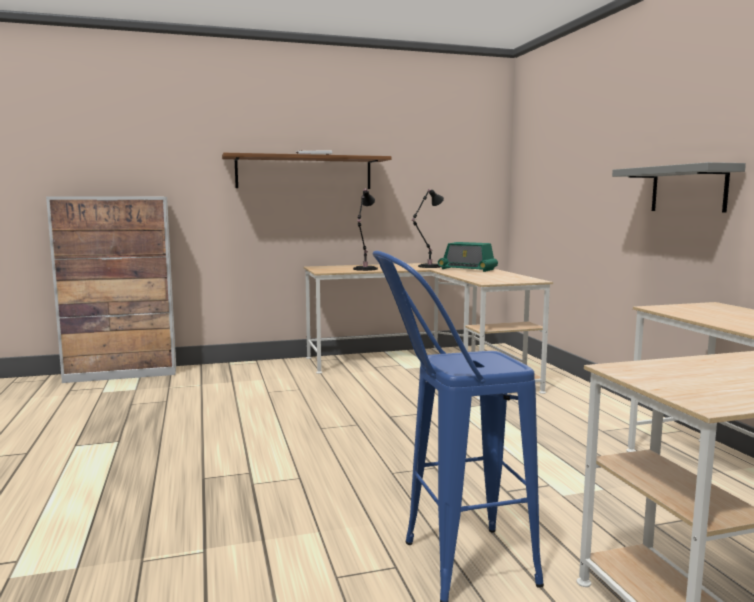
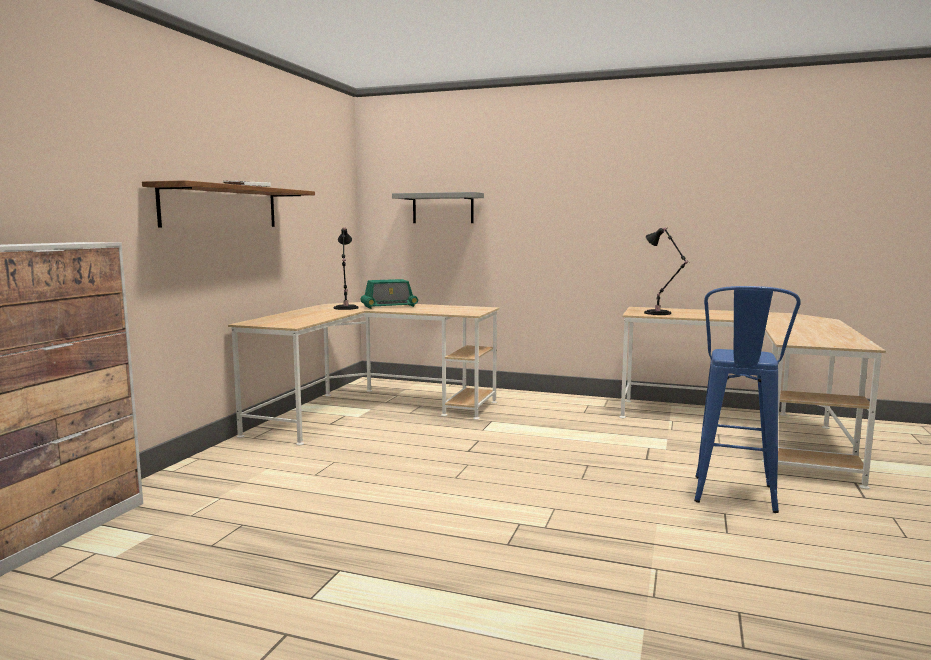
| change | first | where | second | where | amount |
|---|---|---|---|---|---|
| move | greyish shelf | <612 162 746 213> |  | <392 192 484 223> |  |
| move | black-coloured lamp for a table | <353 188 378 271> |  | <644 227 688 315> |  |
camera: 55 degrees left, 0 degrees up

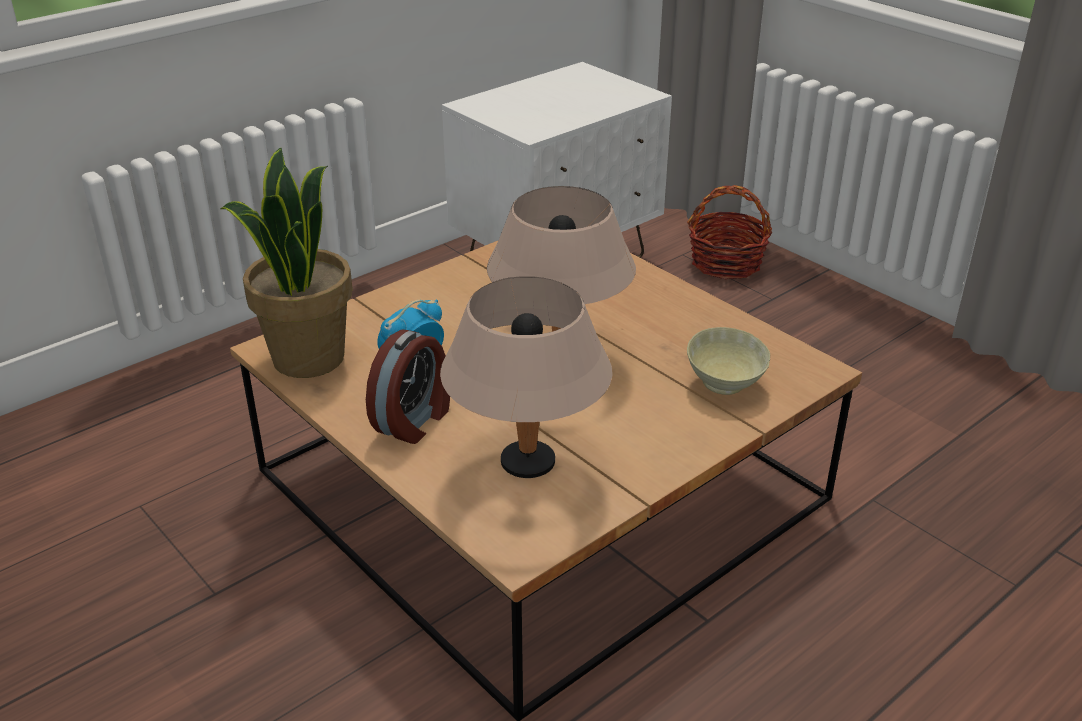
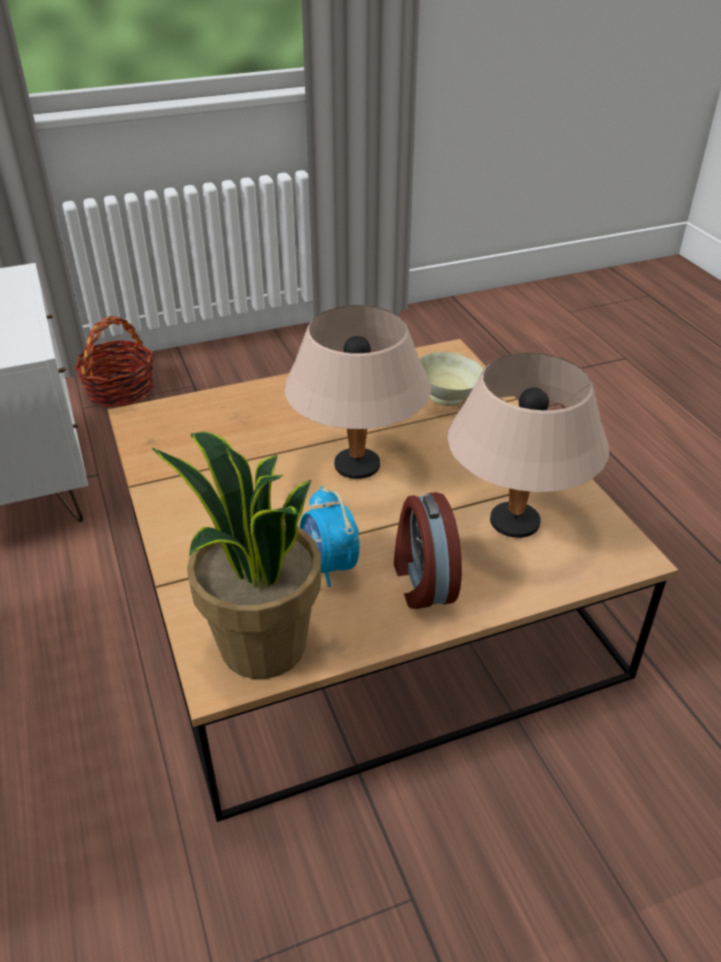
| change | first | where | second | where | amount |
|---|---|---|---|---|---|
| rotate | bedside clock | <366 330 450 444> |  | <394 492 462 609> | 150 degrees counterclockwise |
camera: 70 degrees left, 5 degrees up

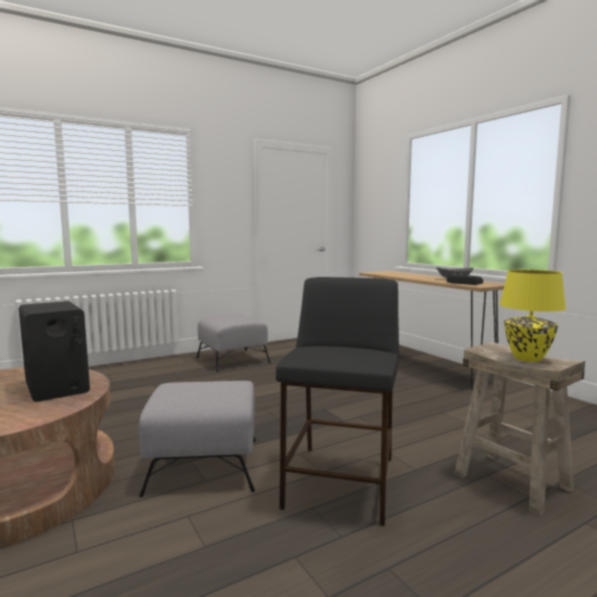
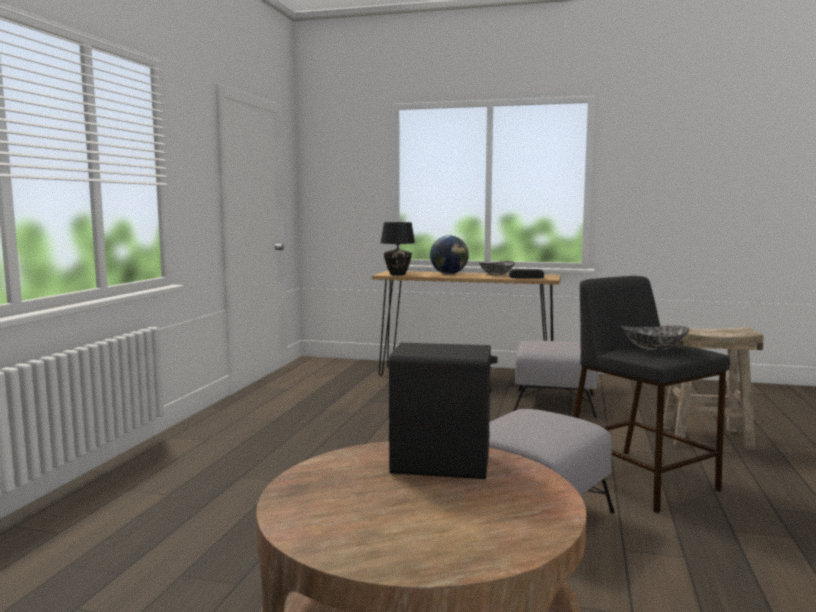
| change | first | where | second | where | amount |
|---|---|---|---|---|---|
| delete | yellowish lamp for a table | <499 270 566 362> |  |  |  |
| move | greyish ottoman | <196 314 271 372> |  | <513 340 598 418> |  |
| insert |  |  | black-coloured lamp for a table | <381 222 415 275> |  |
| insert |  |  | world globe | <430 235 469 274> |  |
| insert |  |  | bowl | <621 326 689 351> |  |
camera: 45 degrees left, 0 degrees up

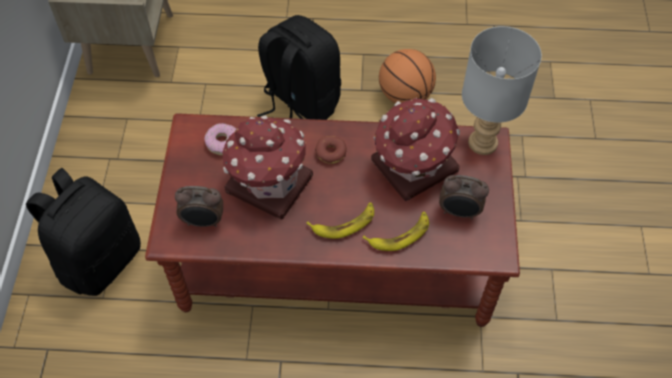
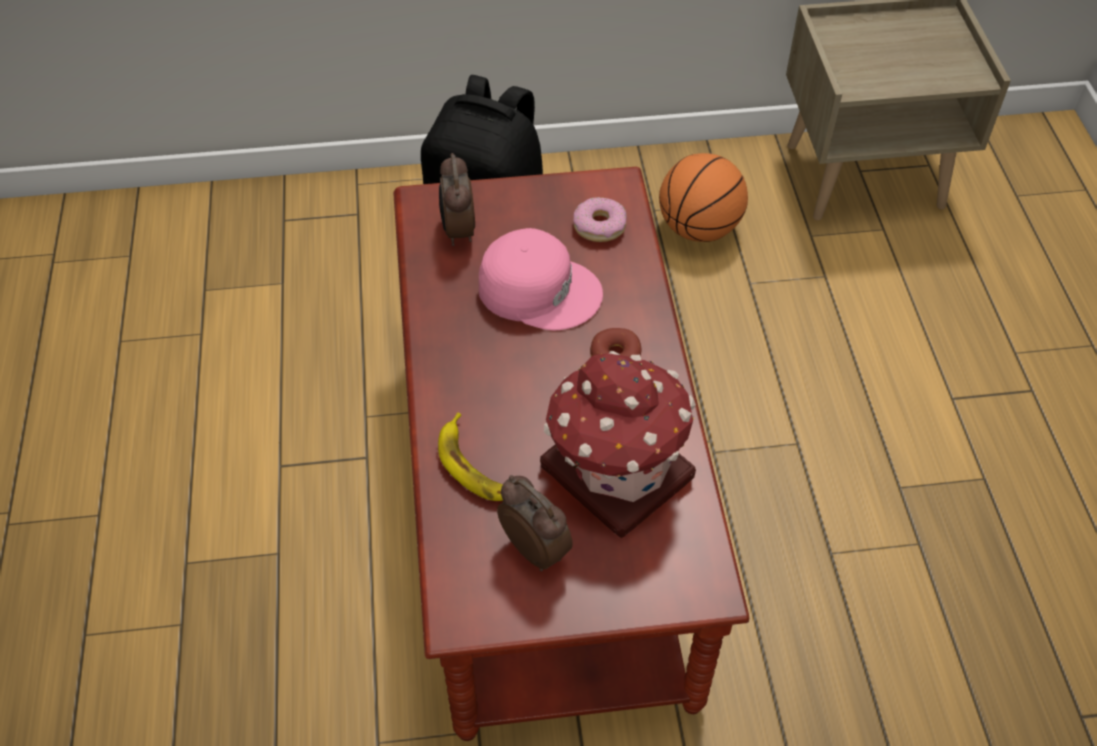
| change | first | where | second | where | amount |
|---|---|---|---|---|---|
| delete | black-coloured backpack | <257 15 341 120> |  |  |  |
| delete | greyish lamp for a table | <462 26 542 155> |  |  |  |
| move | basketball | <379 49 436 103> |  | <659 153 748 242> |  |
| replace | toy house | <222 115 313 219> | pink-coloured baseball cap | <479 228 603 330> |  |
| rotate | bedside clock | <439 175 489 219> |  | <497 475 573 571> | 135 degrees clockwise |
| delete | banana fruit | <306 203 374 239> |  |  |  |
camera: 80 degrees right, 5 degrees down

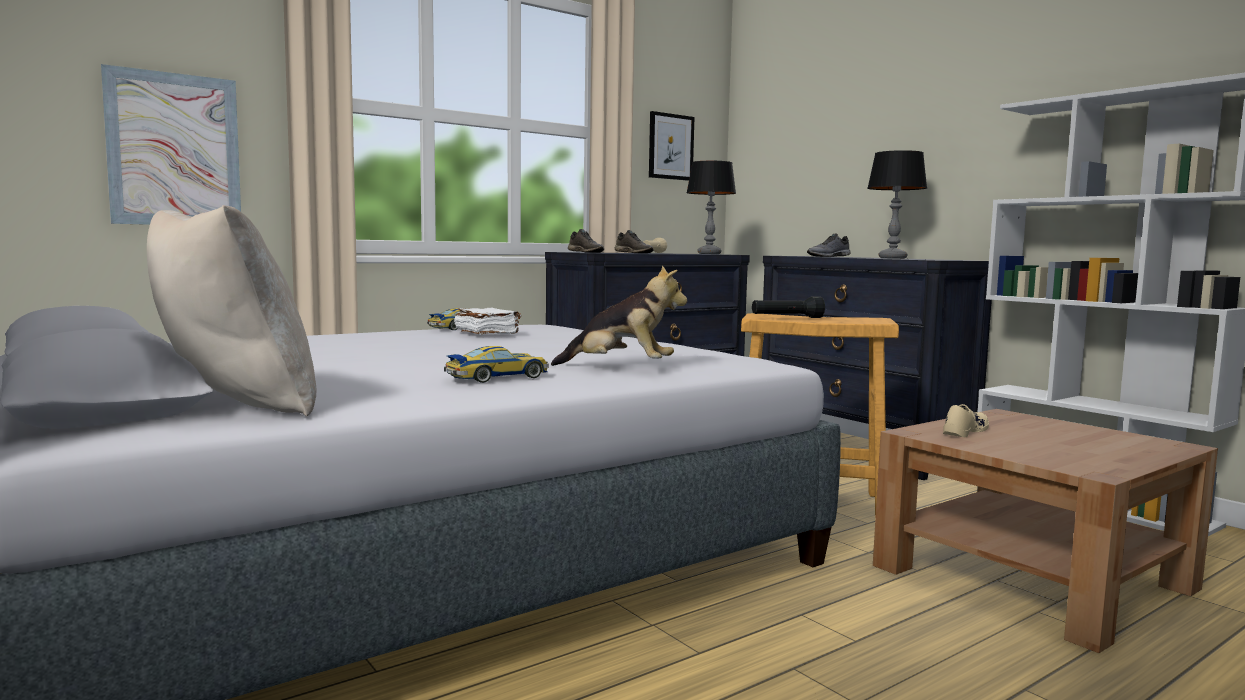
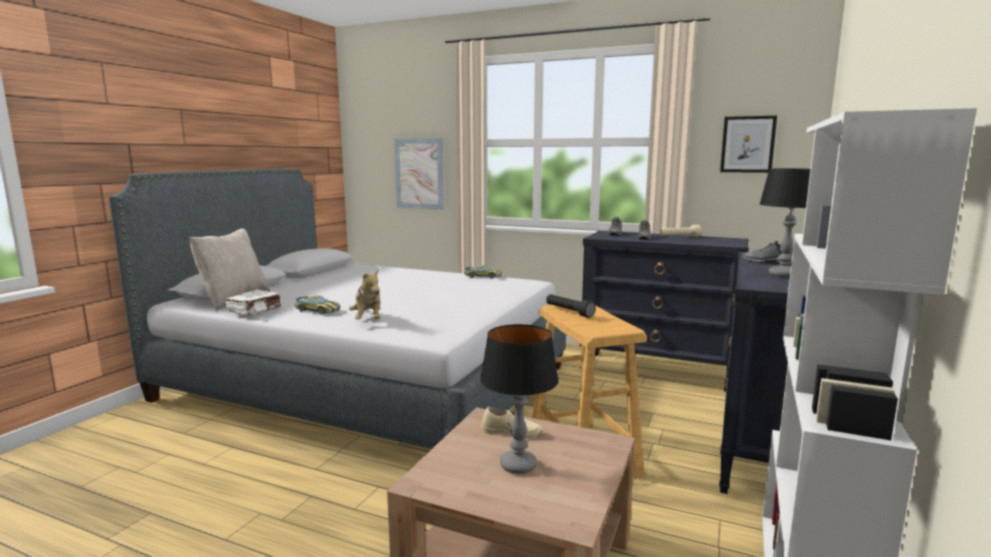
| change | first | where | second | where | amount |
|---|---|---|---|---|---|
| move | lamp for a table | <686 161 736 254> |  | <480 324 559 474> |  |
| move | whitish bound book | <454 308 521 334> |  | <226 289 281 315> |  |
camera: 60 degrees right, 5 degrees up

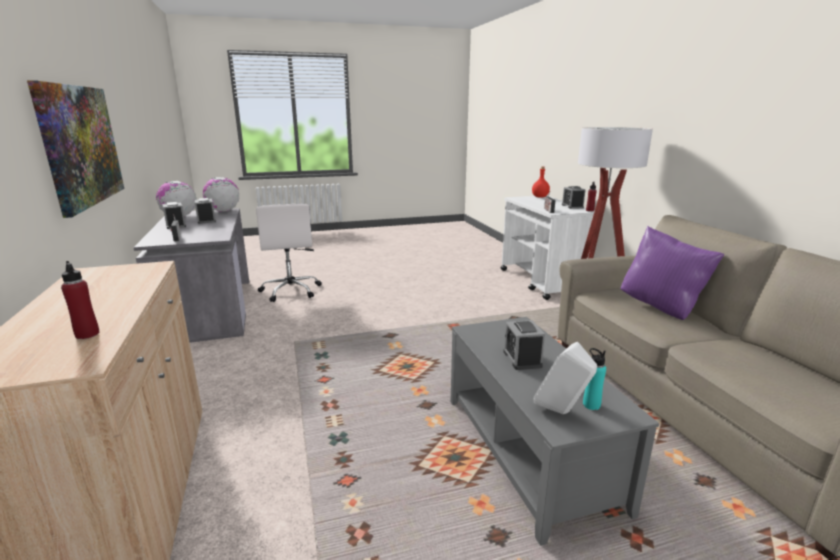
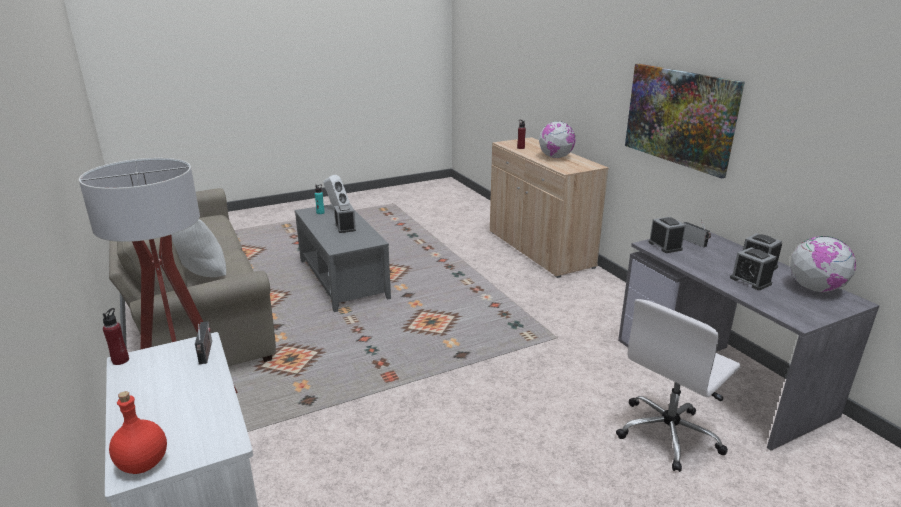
| change | first | where | second | where | amount |
|---|---|---|---|---|---|
| move | world globe | <203 177 239 212> |  | <539 121 576 158> |  |
| move | bedside clock | <562 186 586 209> |  | <648 217 686 253> |  |
| rotate | whitish office chair | <256 204 322 302> |  | <616 299 740 472> | 105 degrees counterclockwise |
| recolor | purple-coloured throw pillow | <621 226 724 320> | whitish throw pillow | <172 220 226 277> |  |
camera: 170 degrees right, 5 degrees up

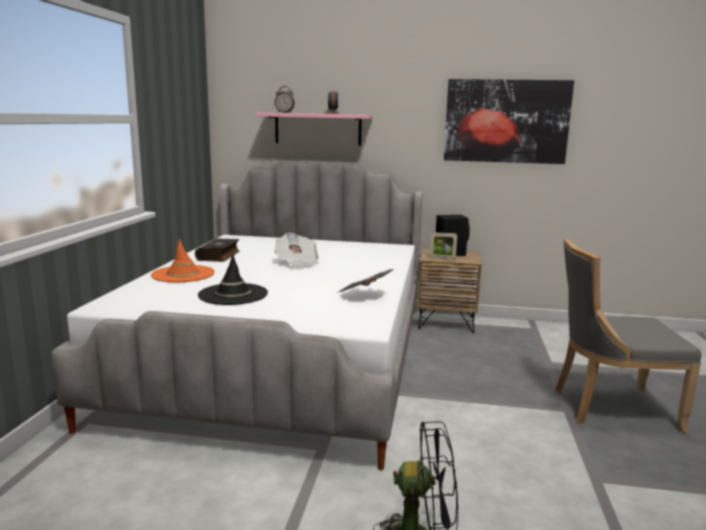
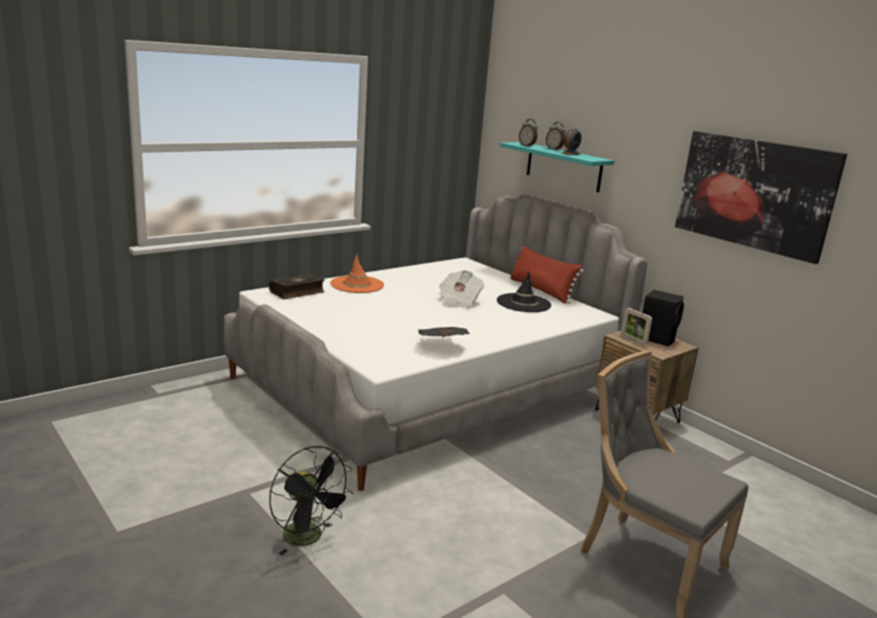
| change | first | where | second | where | amount |
|---|---|---|---|---|---|
| recolor | pink-coloured shelf | <255 113 373 146> | blue-green shelf | <500 142 614 192> |  |
| move | bound book | <195 238 240 262> |  | <269 273 325 299> |  |
| move | black-coloured clothing hat | <198 254 268 305> |  | <497 272 551 312> |  |
| insert |  |  | bedside clock | <546 122 566 151> |  |
| insert |  |  | reddish throw pillow | <510 246 584 304> |  |
camera: 40 degrees right, 5 degrees up

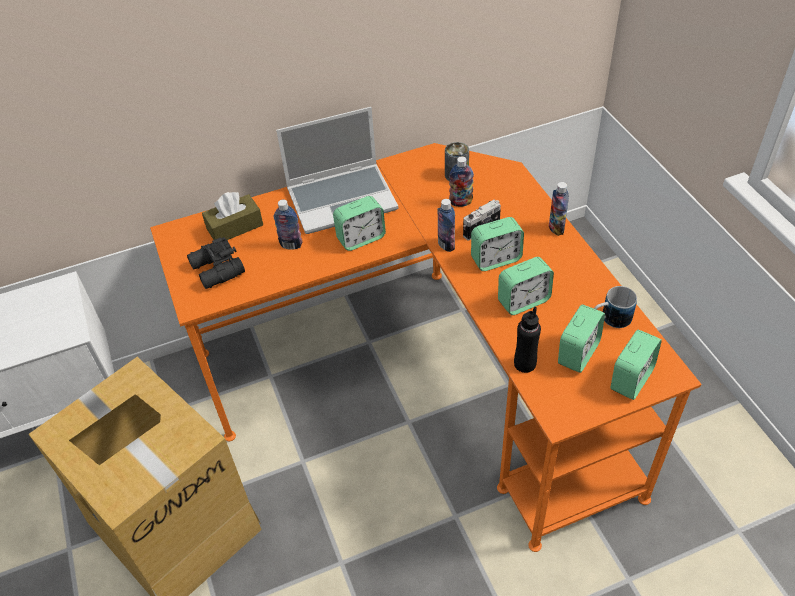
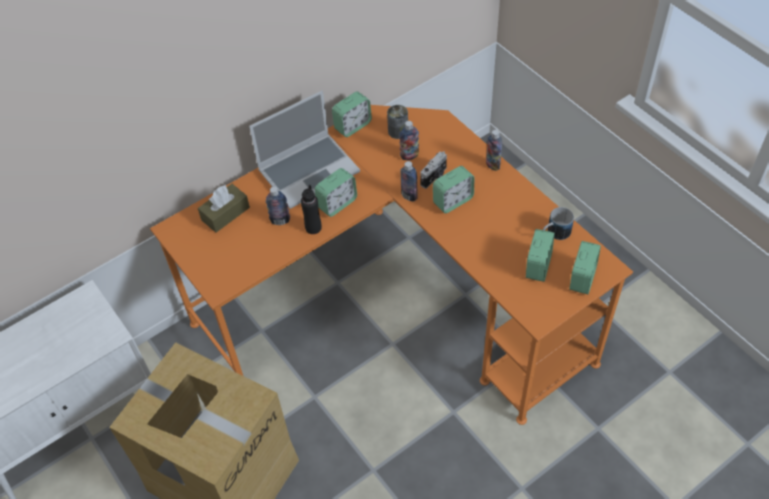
| change | first | where | second | where | amount |
|---|---|---|---|---|---|
| delete | black-coloured pair of binoculars | <187 237 245 289> |  |  |  |
| move | bedside clock | <498 257 554 315> |  | <332 92 372 137> |  |
| move | black-coloured bottle | <514 307 541 373> |  | <301 185 322 234> |  |
camera: 15 degrees left, 5 degrees up

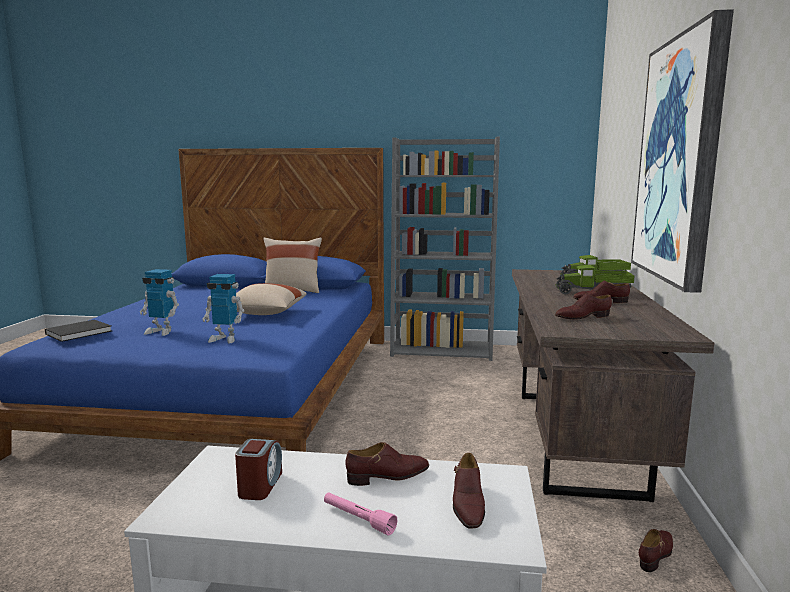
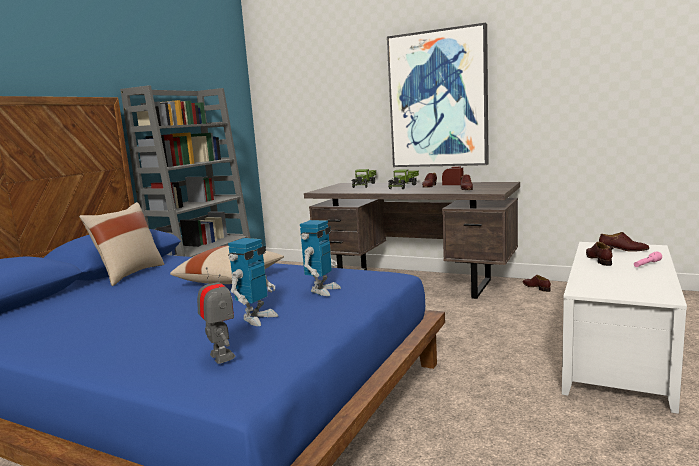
| change | first | where | second | where | amount |
|---|---|---|---|---|---|
| replace | black-coloured bound book | <45 319 112 342> | model robot | <197 267 235 364> |  |
| move | bedside clock | <235 439 282 500> |  | <442 166 463 185> |  |
camera: 70 degrees left, 0 degrees up

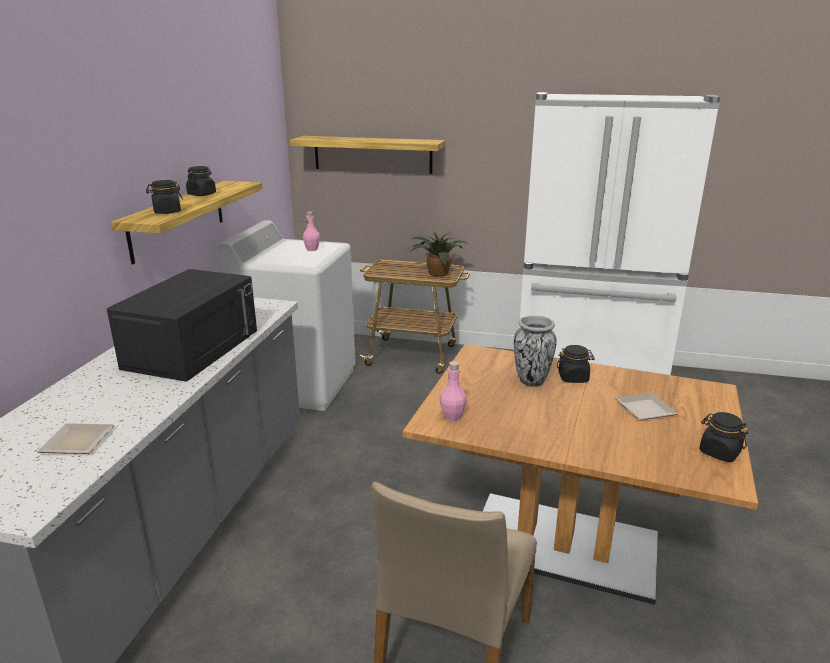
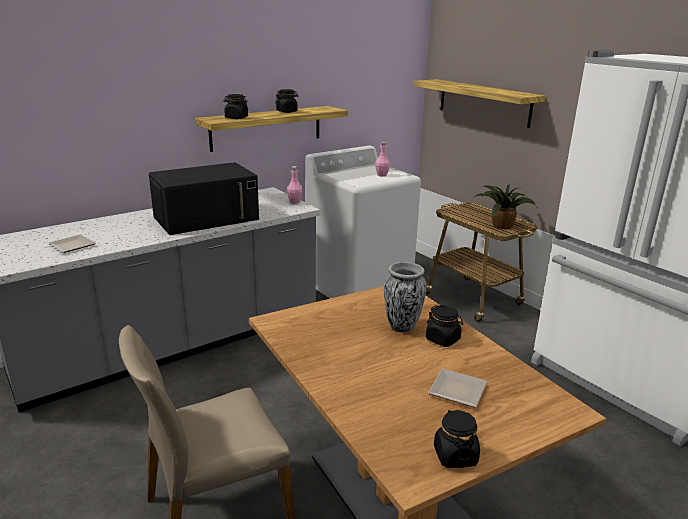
| change | first | where | second | where | amount |
|---|---|---|---|---|---|
| move | pink-coloured bottle | <439 361 467 421> |  | <287 166 303 204> |  |
camera: 40 degrees right, 0 degrees up

